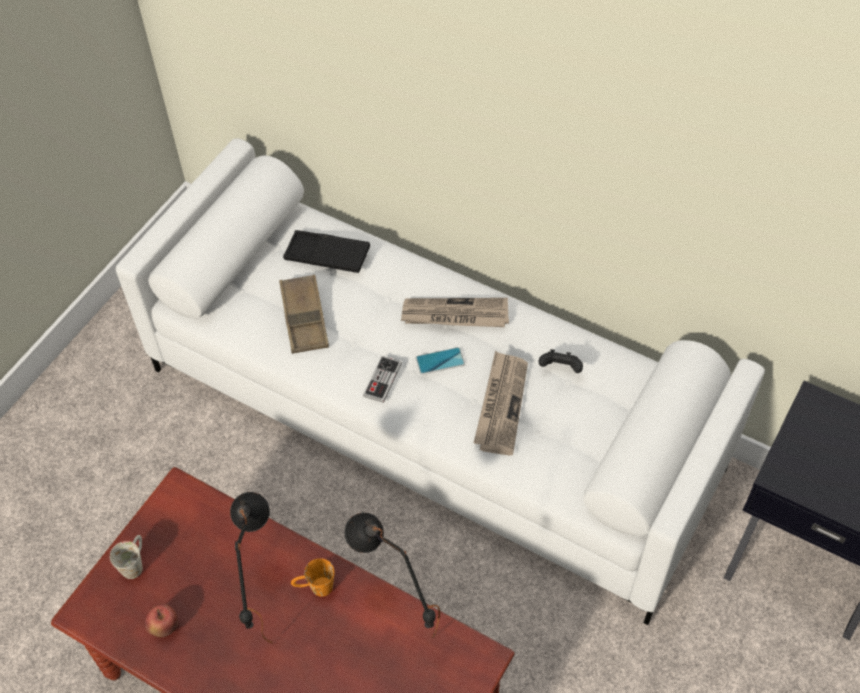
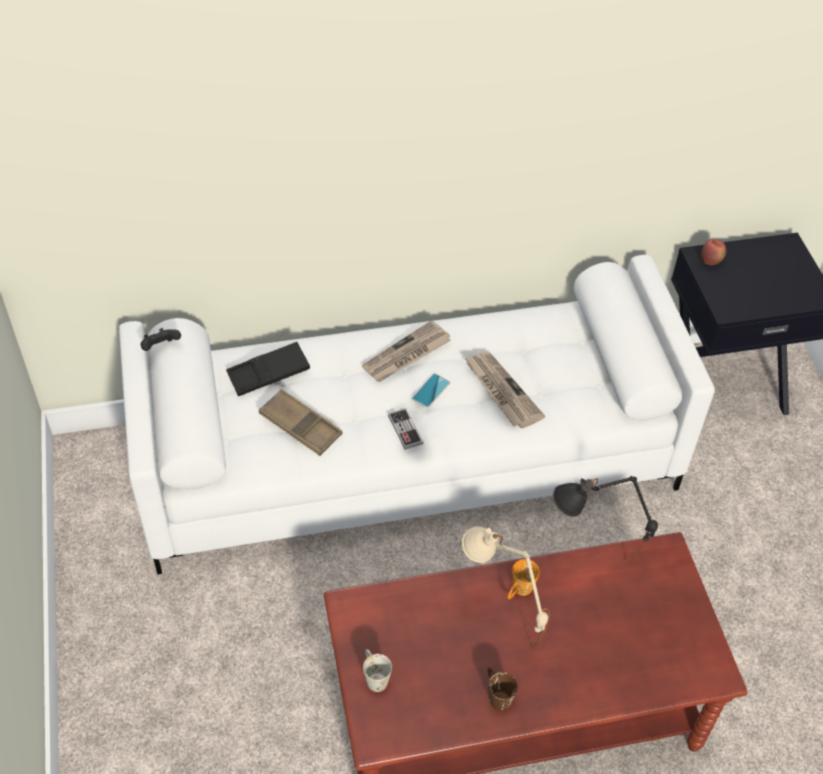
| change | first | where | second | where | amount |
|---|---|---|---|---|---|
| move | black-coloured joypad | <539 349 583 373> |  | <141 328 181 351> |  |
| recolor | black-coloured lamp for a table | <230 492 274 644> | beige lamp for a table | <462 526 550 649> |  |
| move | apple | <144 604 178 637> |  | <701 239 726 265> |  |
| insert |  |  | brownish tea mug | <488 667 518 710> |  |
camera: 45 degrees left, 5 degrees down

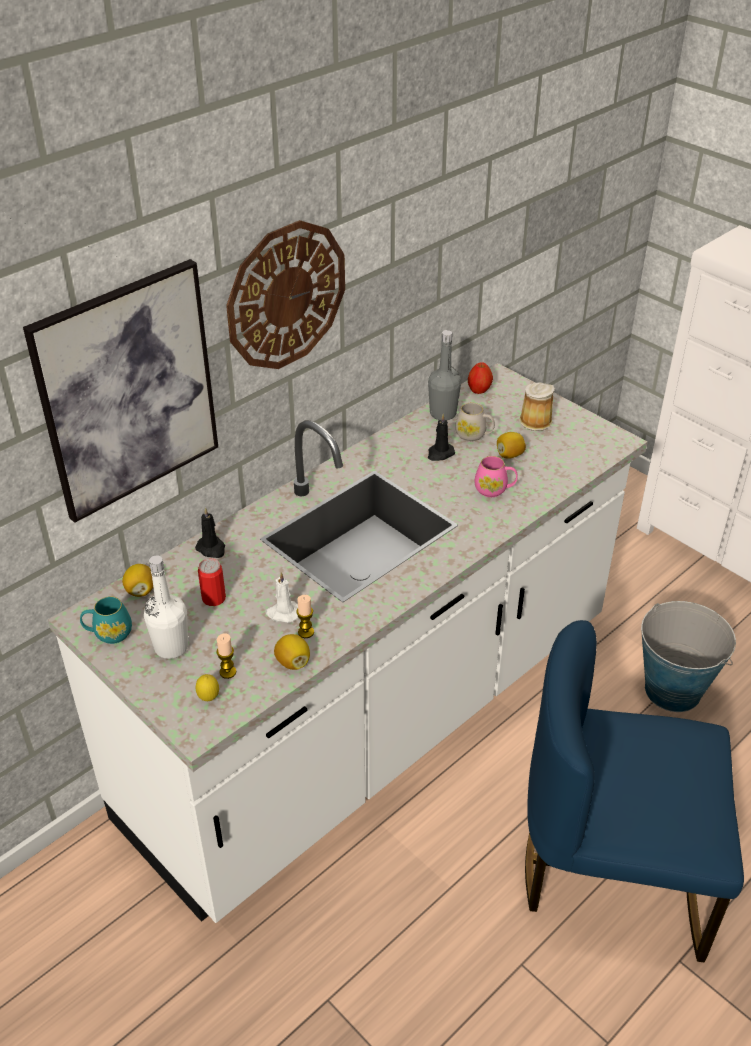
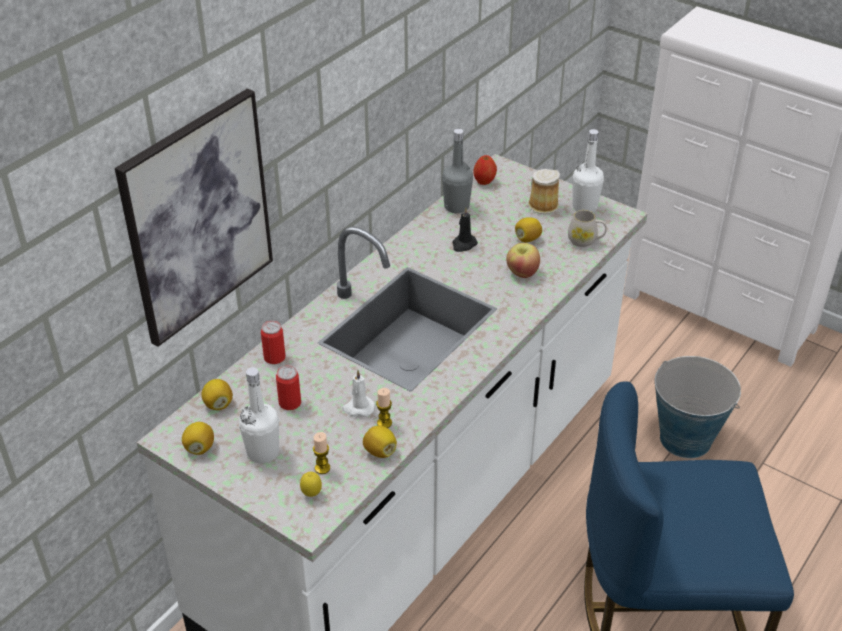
| change | first | where | second | where | amount |
|---|---|---|---|---|---|
| delete | hanging clock | <226 220 345 369> |  |  |  |
| move | whitish tea mug | <455 402 495 442> |  | <568 210 607 247> |  |
| replace | pink-coloured tea mug | <475 456 518 497> | apple | <506 243 540 278> |  |
| replace | black-coloured candle | <195 507 225 558> | metal can | <261 321 286 364> |  |
| replace | blue-green tea mug | <80 596 132 644> | whole lemon | <182 422 214 455> |  |
| insert |  |  | whitish bottle | <573 129 604 212> |  |
camera: 10 degrees left, 0 degrees up

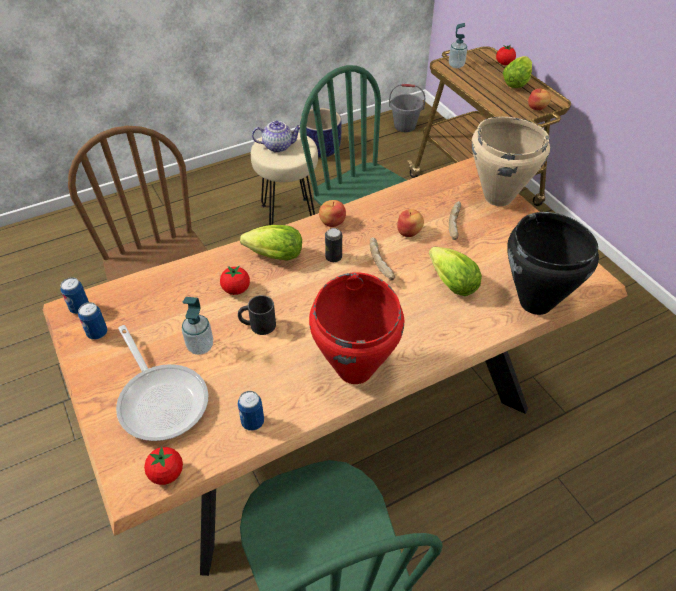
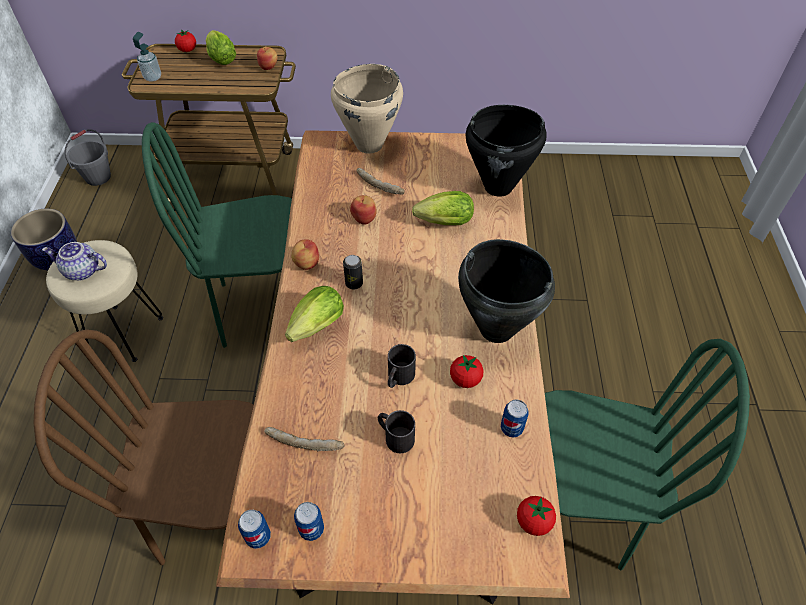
| change | first | where | second | where | amount |
|---|---|---|---|---|---|
| rotate | tea pot | <252 121 300 153> |  | <42 242 107 281> | 105 degrees counterclockwise |
| move | bakery bread | <370 237 395 280> |  | <264 427 344 452> |  |
| move | fresh tomato | <220 265 250 295> |  | <450 355 483 388> |  |
| recolor | reddish cooking pot | <309 272 404 384> | black-coloured cooking pot | <458 239 555 343> |  |
| replace | liquid soap bottle | <182 297 213 355> | black-coloured tea mug | <378 410 415 453> |  |
| delete | frying pan | <116 325 208 441> |  |  |  |
camera: 60 degrees left, 5 degrees up

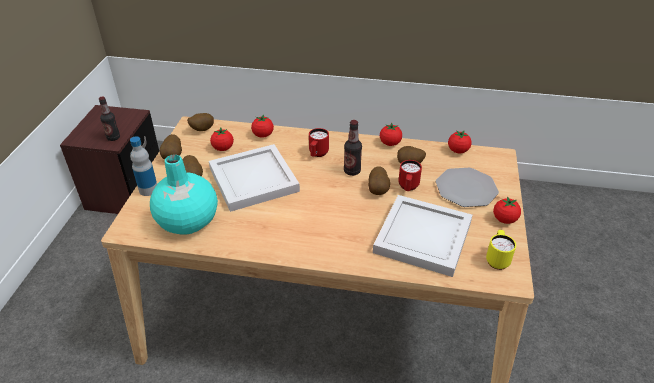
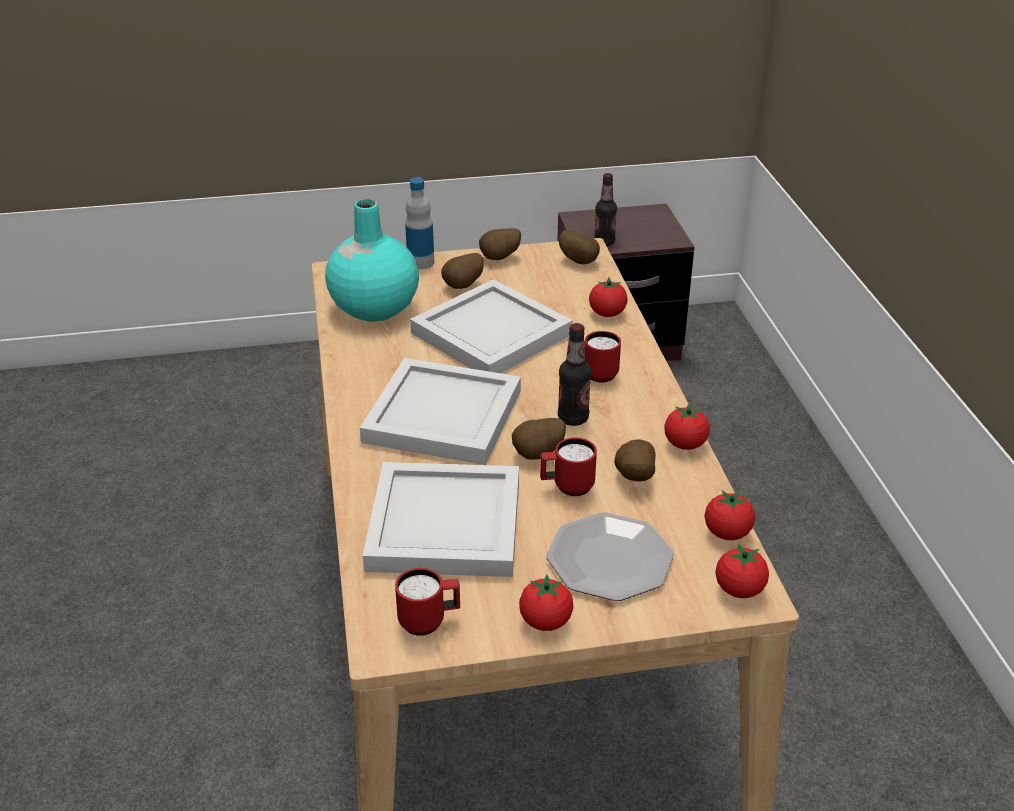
| change | first | where | second | where | amount |
|---|---|---|---|---|---|
| move | fresh tomato | <210 127 234 151> |  | <715 544 769 598> |  |
| recolor | yellowish tea mug | <486 230 516 270> | reddish tea mug | <395 568 460 636> |  |
| insert |  |  | whitish serving tray | <360 358 521 465> |  |
camera: 70 degrees right, 5 degrees down

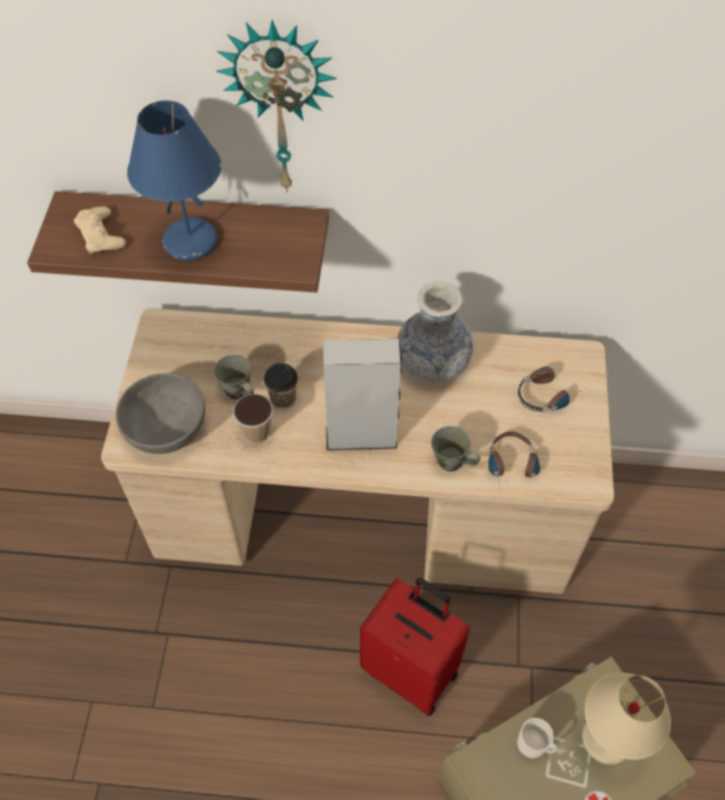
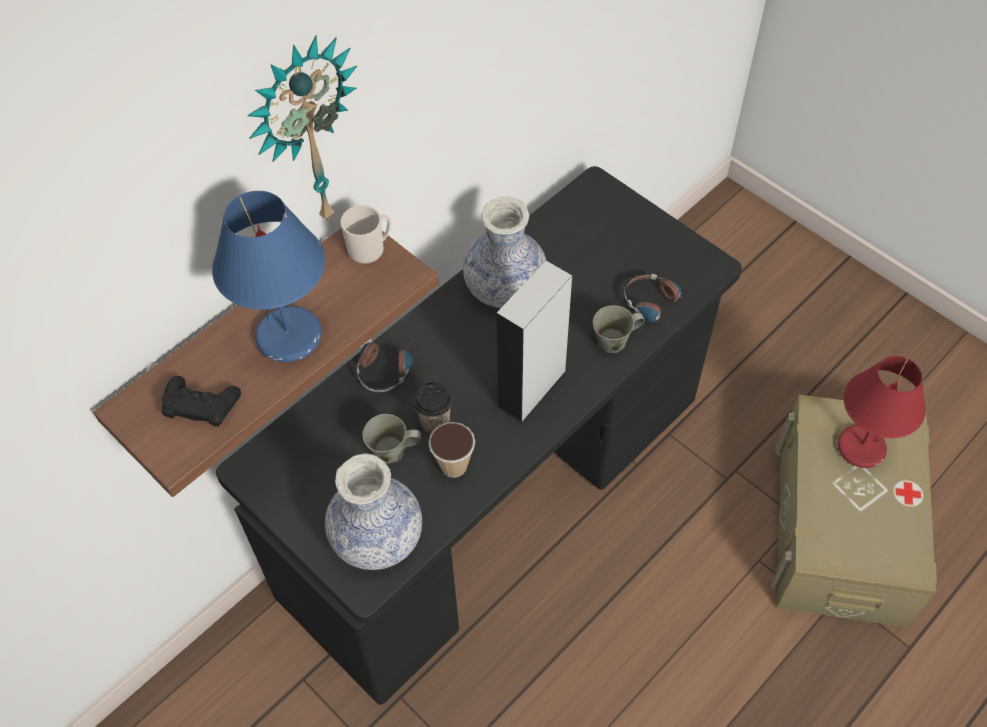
| change | first | where | second | where | amount |
|---|---|---|---|---|---|
| recolor | beige joypad | <74 206 126 254> | black-coloured joypad | <162 376 241 427> |  |
| recolor | beige desk unit | <101 308 614 594> | black-coloured desk unit | <216 166 742 705> |  |
| move | headphones | <517 367 587 412> |  | <357 336 413 393> |  |
| replace | greyish bowl | <116 373 205 454> | vase | <325 453 422 570> |  |
| delete | reddish travel case | <360 578 470 716> |  |  |  |
| recolor | beige lamp for a table | <582 673 671 765> | reddish lamp for a table | <837 356 926 468> |  |
| move | tea mug | <517 718 558 759> |  | <340 205 391 264> |  |
camera: 50 degrees left, 0 degrees up

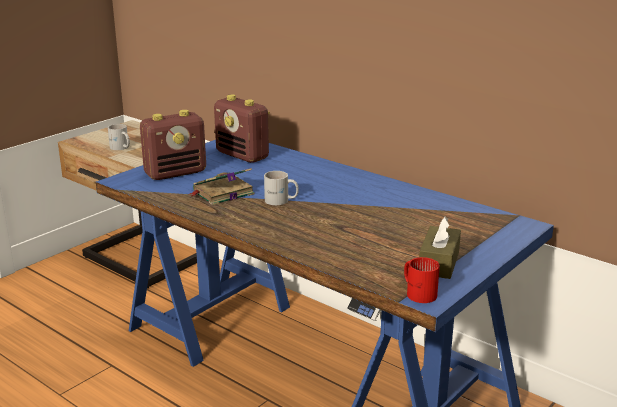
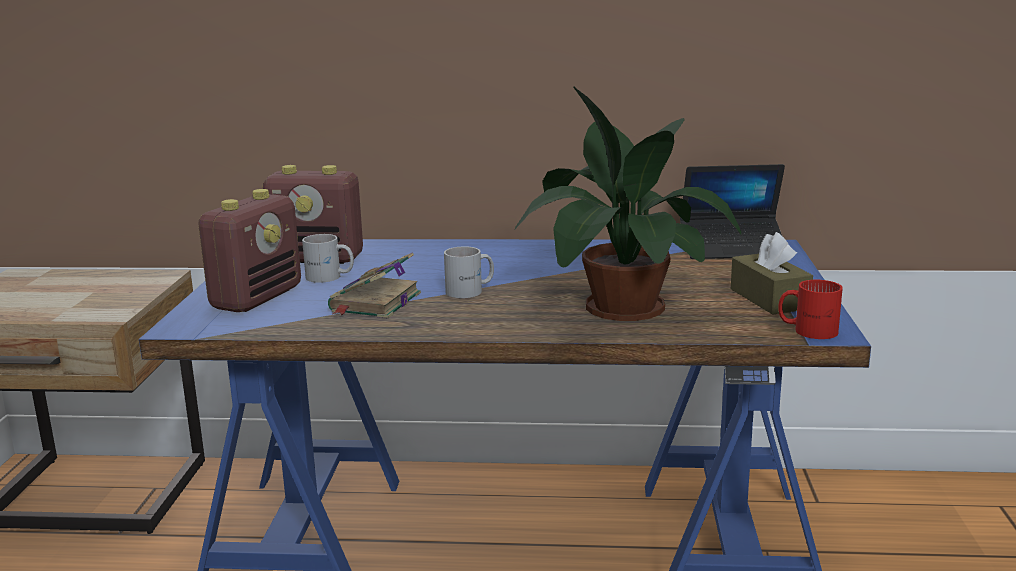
| change | first | where | second | where | amount |
|---|---|---|---|---|---|
| move | whitish tea mug | <108 124 130 150> |  | <302 234 354 283> |  |
| insert |  |  | plant in a pot | <515 86 741 321> |  |
| insert |  |  | notebook computer | <680 164 785 259> |  |
camera: 35 degrees left, 5 degrees down

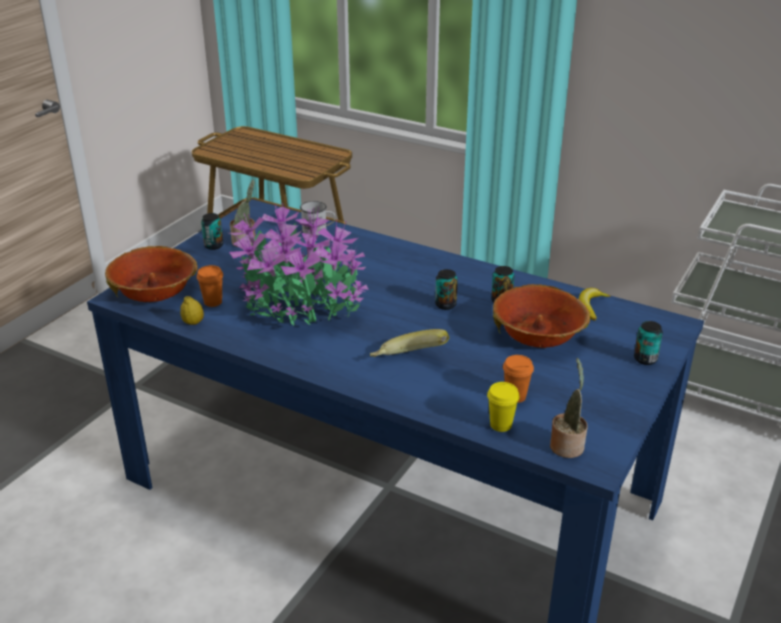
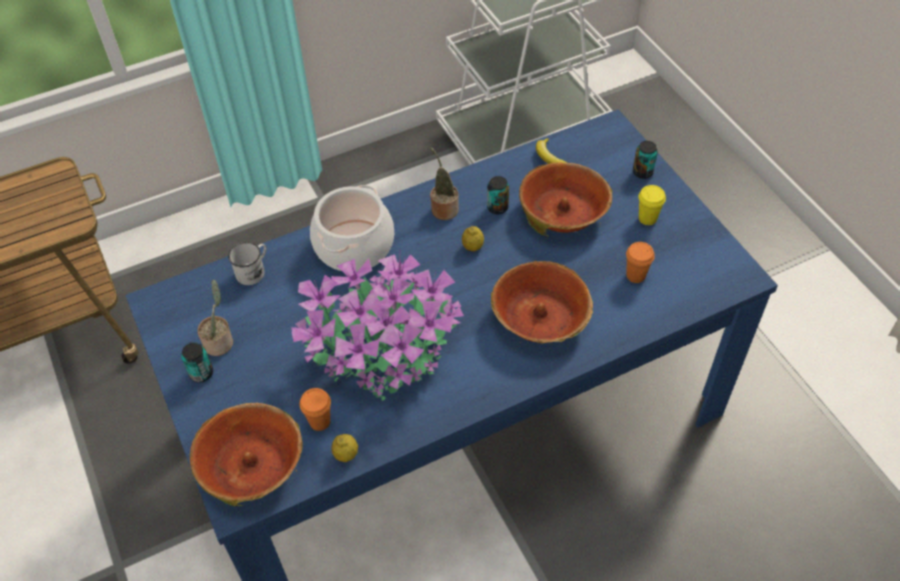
| change | first | where | second | where | amount |
|---|---|---|---|---|---|
| replace | metal can | <435 269 458 310> | whole lemon | <462 226 484 251> |  |
| replace | banana fruit | <370 329 449 357> | bowl | <491 261 593 343> |  |
| move | plant in a pot | <550 358 588 458> |  | <430 147 459 220> |  |
| move | yellowish small cup | <487 382 520 432> |  | <638 185 666 225> |  |
| insert |  |  | cooking pot | <310 185 394 272> |  |
camera: 55 degrees left, 20 degrees up

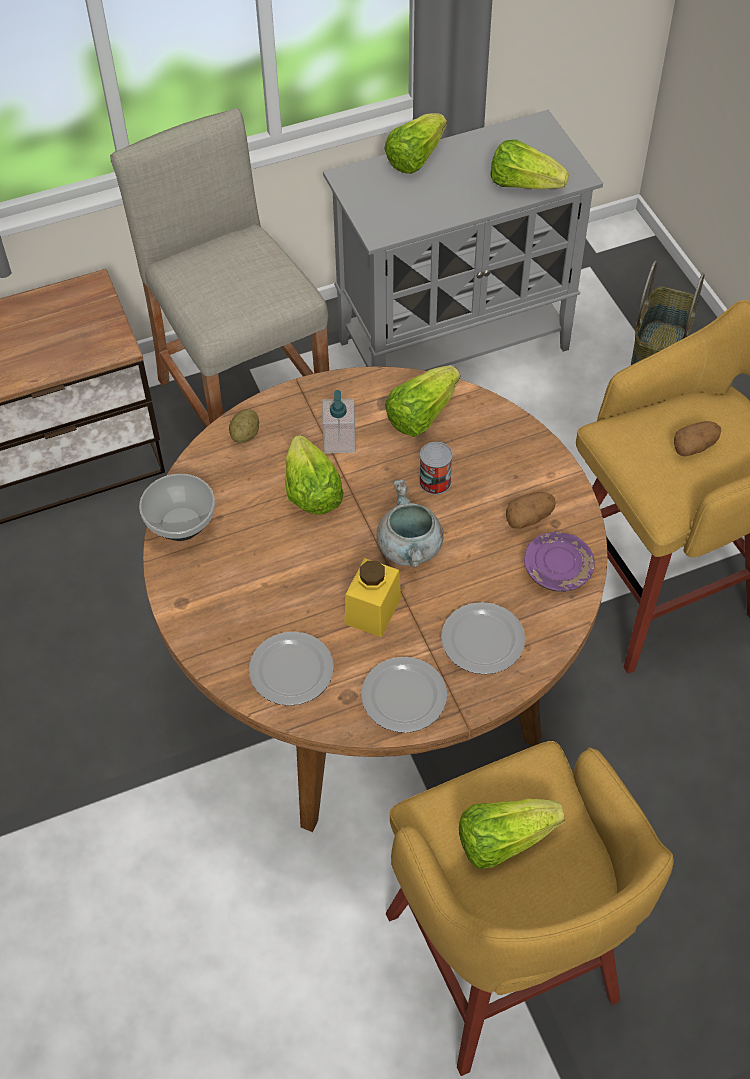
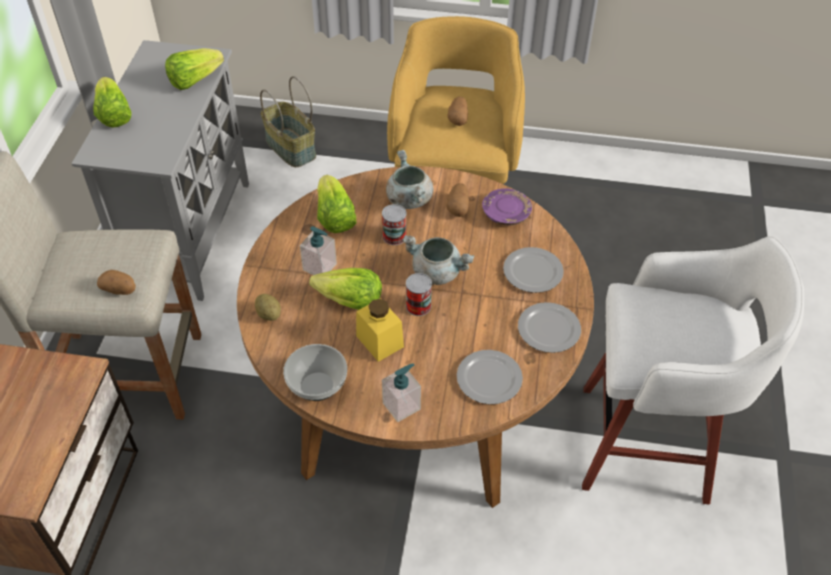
| change | first | where | second | where | amount |
|---|---|---|---|---|---|
| move | yellowish jar | <345 558 401 637> |  | <356 298 404 362> |  |
| recolor | yellowish stool | <386 741 674 1076> | whitish stool | <582 236 804 505> |  |
| delete | lettuce | <459 799 565 869> |  |  |  |
| insert |  |  | greyish cooking pot | <386 150 433 209> |  |
| insert |  |  | spud | <97 270 136 295> |  |
| insert |  |  | metal can | <406 273 432 316> |  |
| insert |  |  | liquid soap bottle | <382 363 421 422> |  |
camera: 60 degrees left, 5 degrees down

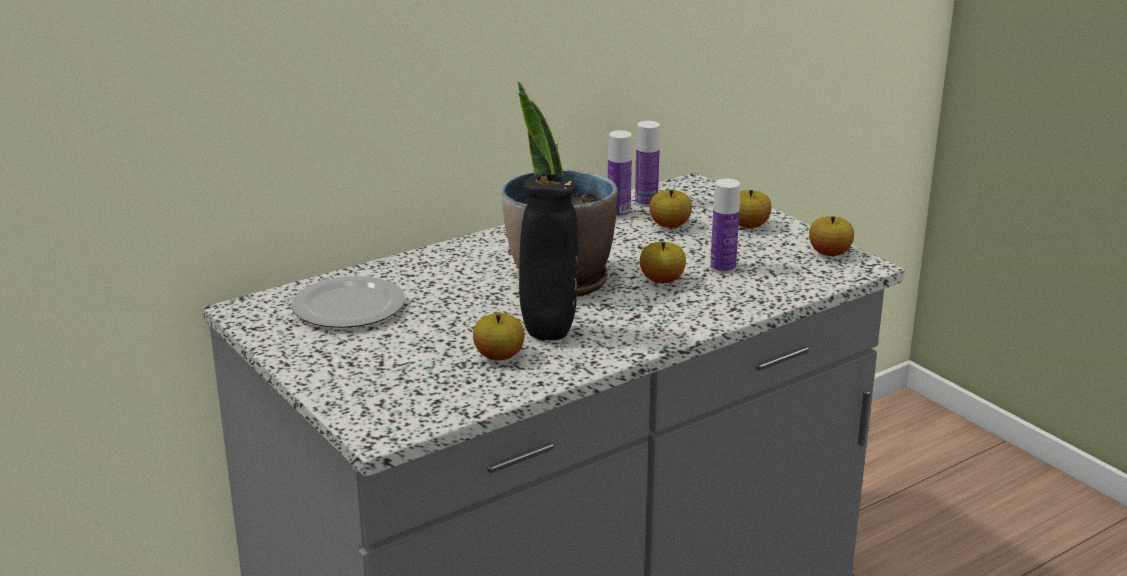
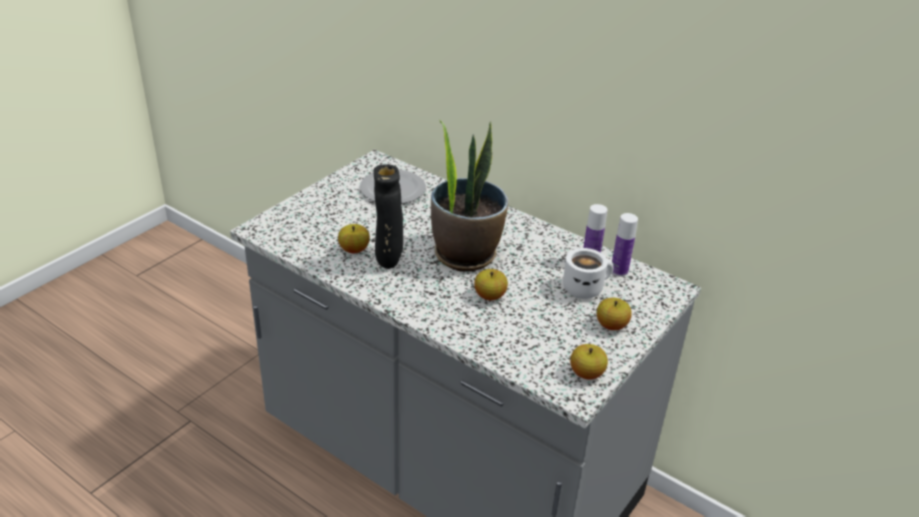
| change | first | where | second | where | amount |
|---|---|---|---|---|---|
| delete | bottle | <710 179 740 274> |  |  |  |
| replace | apple | <649 190 692 228> | whitish tea mug | <563 248 614 299> |  |
camera: 70 degrees right, 10 degrees up

